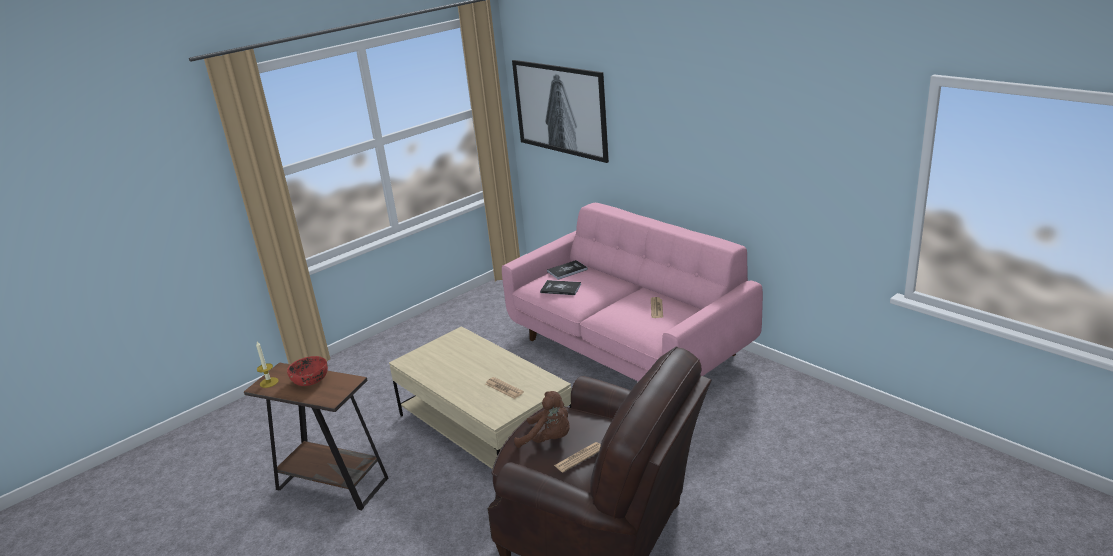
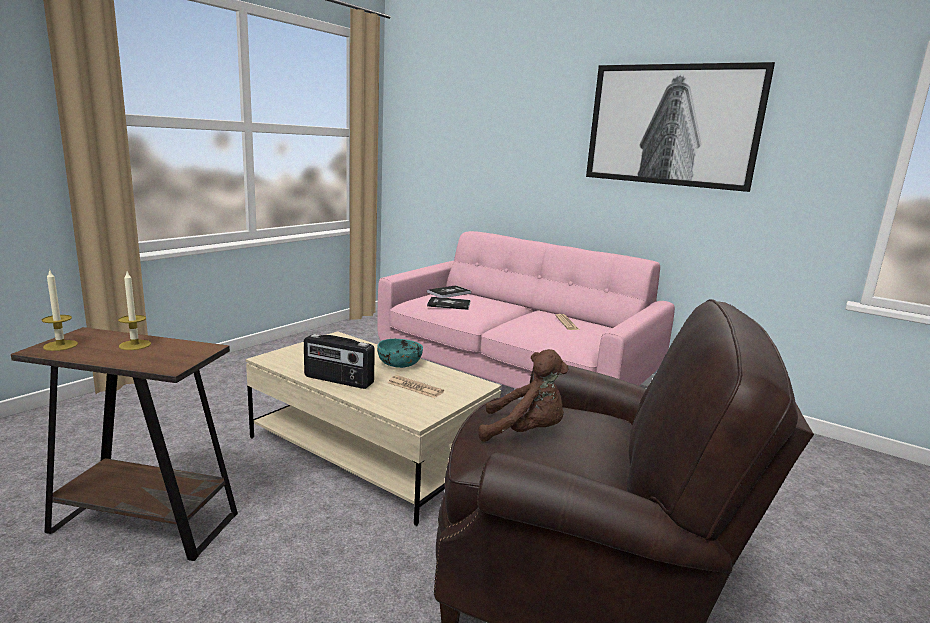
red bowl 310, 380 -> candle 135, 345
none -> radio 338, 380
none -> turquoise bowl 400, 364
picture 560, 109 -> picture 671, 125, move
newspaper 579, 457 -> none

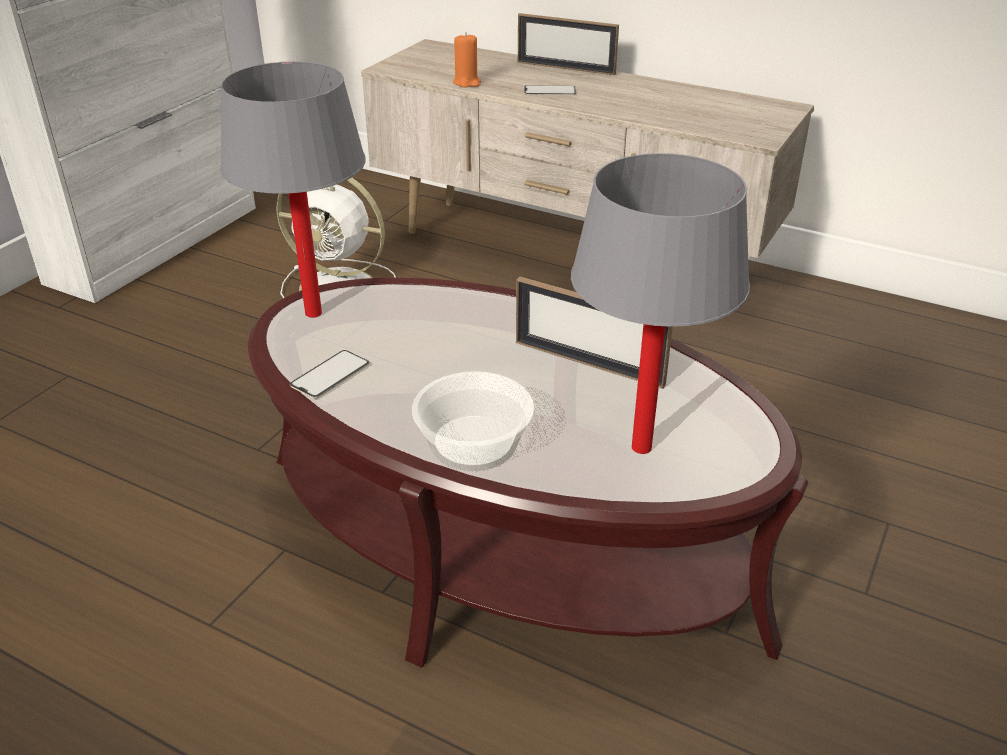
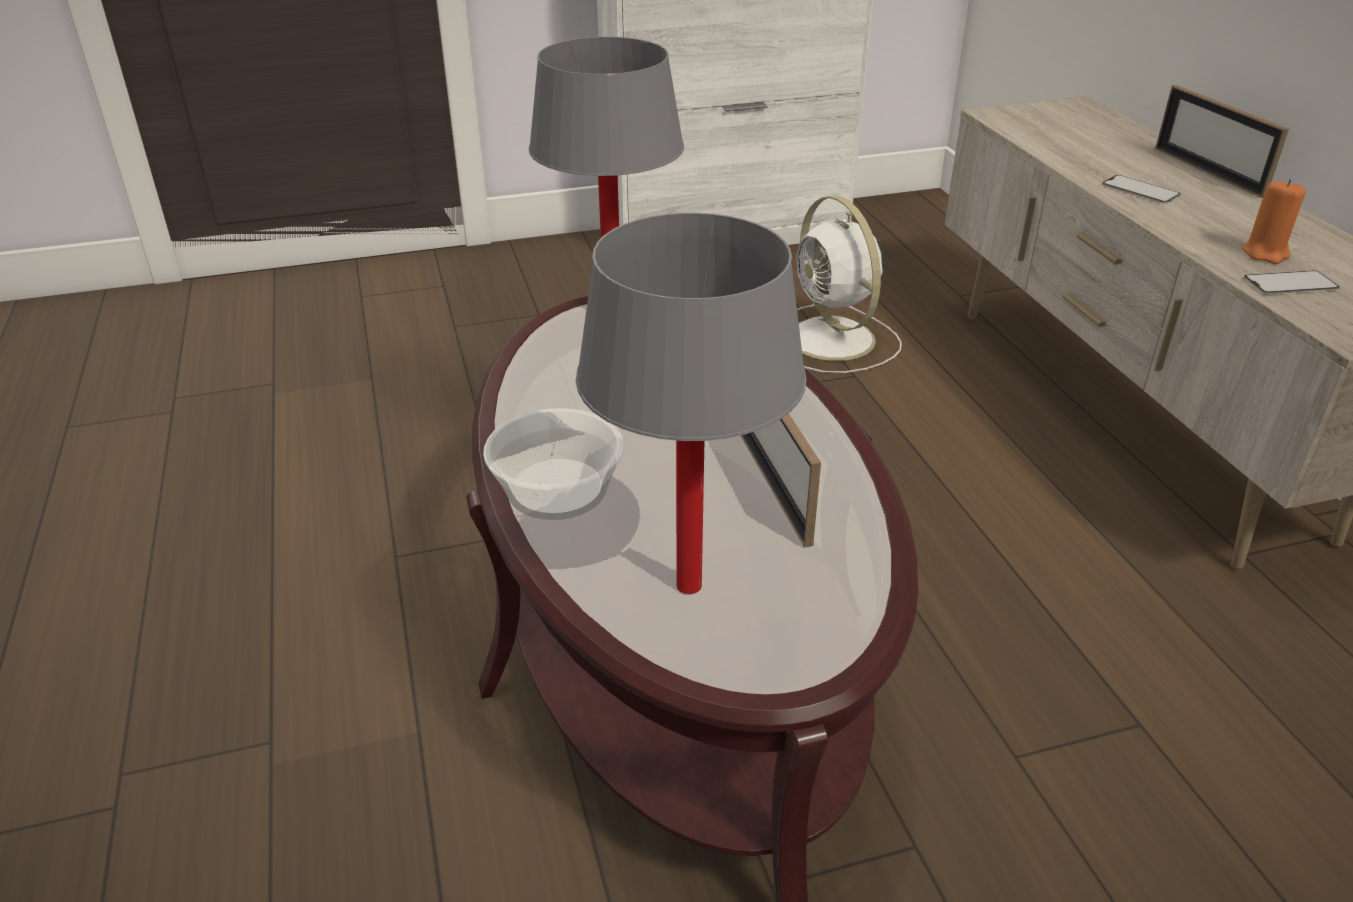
orange candle 467, 83 -> orange candle 1265, 253, move
phone 330, 374 -> phone 1290, 283, move

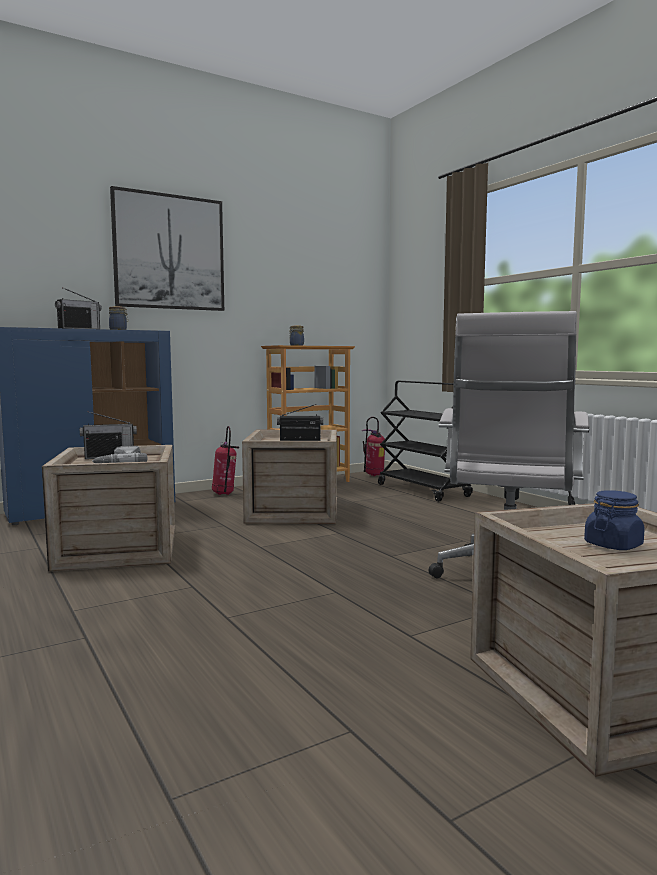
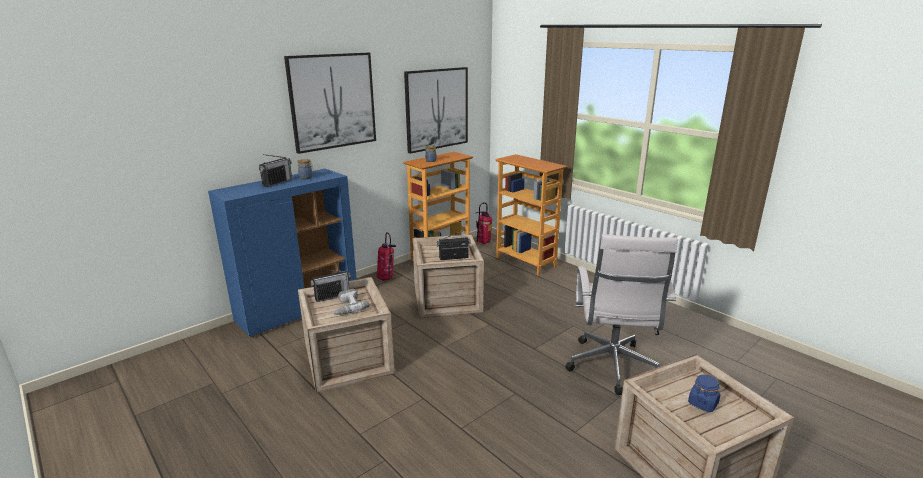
none -> picture 436, 109
black cart 423, 490 -> bookcase 526, 262

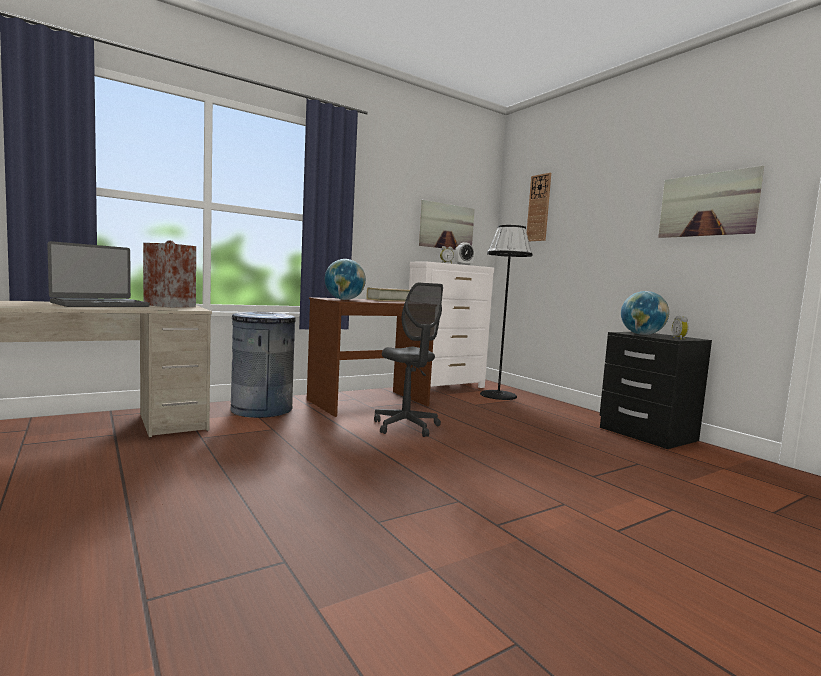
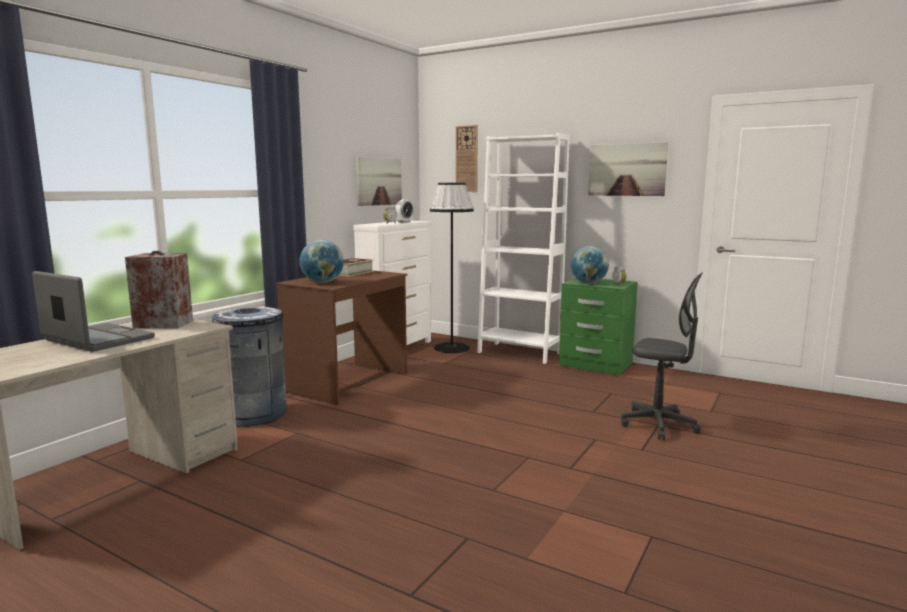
laptop 100, 305 -> laptop 97, 339, 75 degrees counterclockwise
none -> white bookcase 519, 353
black nightstand 646, 434 -> green nightstand 595, 365
grey office chair 406, 426 -> grey office chair 658, 425, move

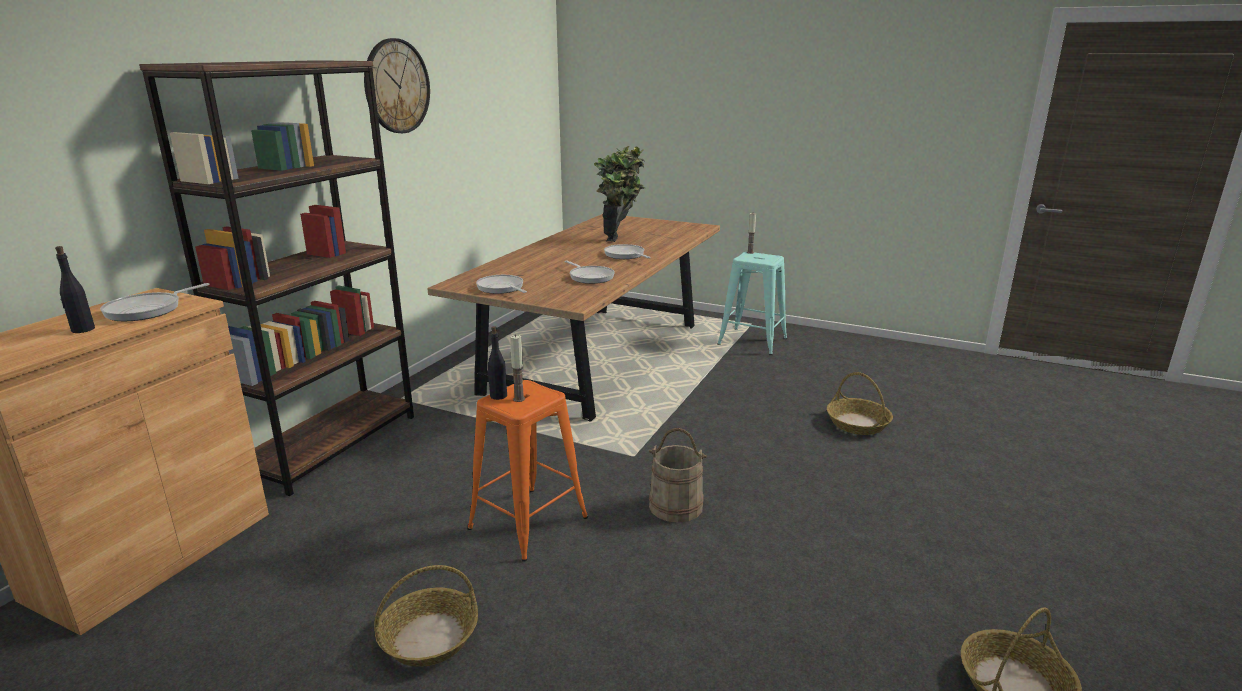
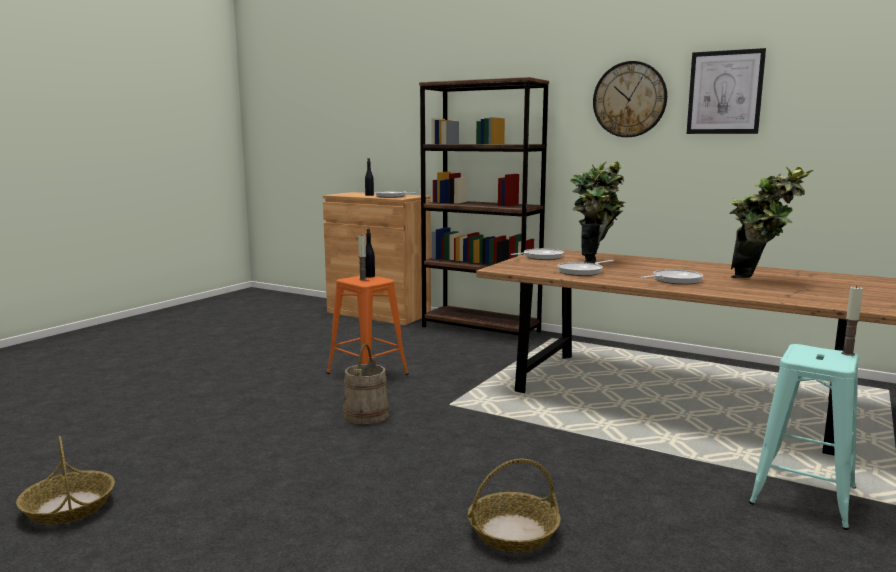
none -> potted plant 596, 260
none -> picture 725, 92
basket 429, 637 -> none

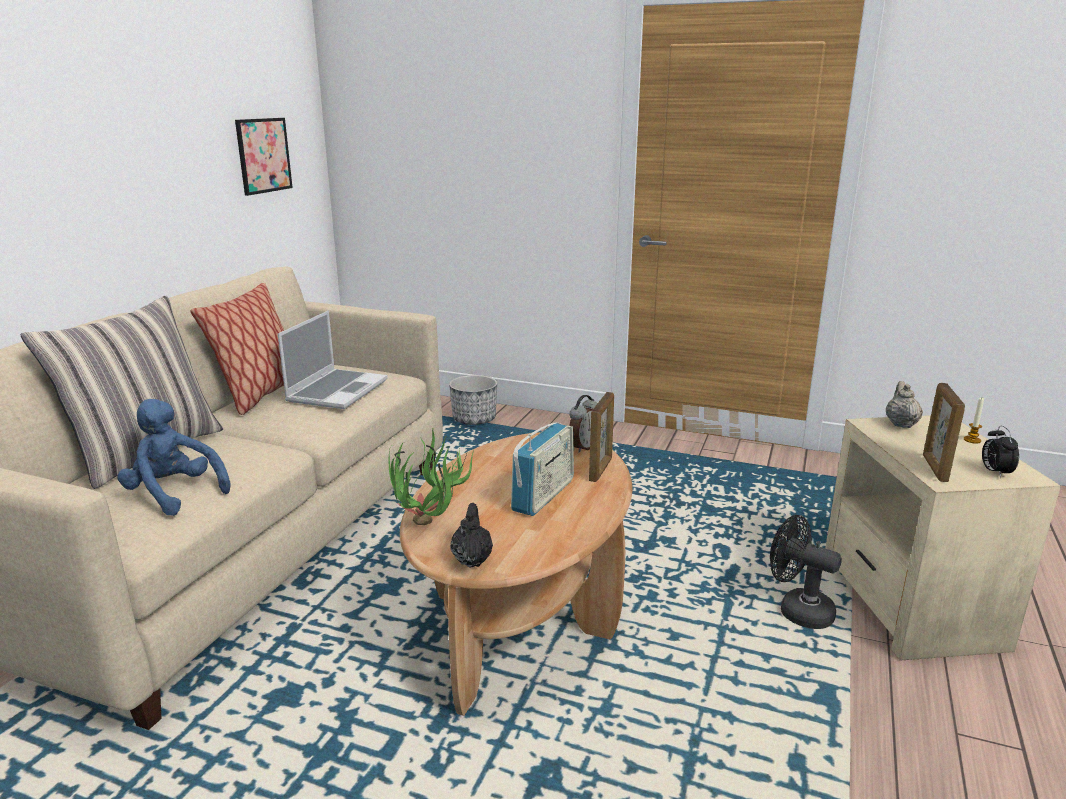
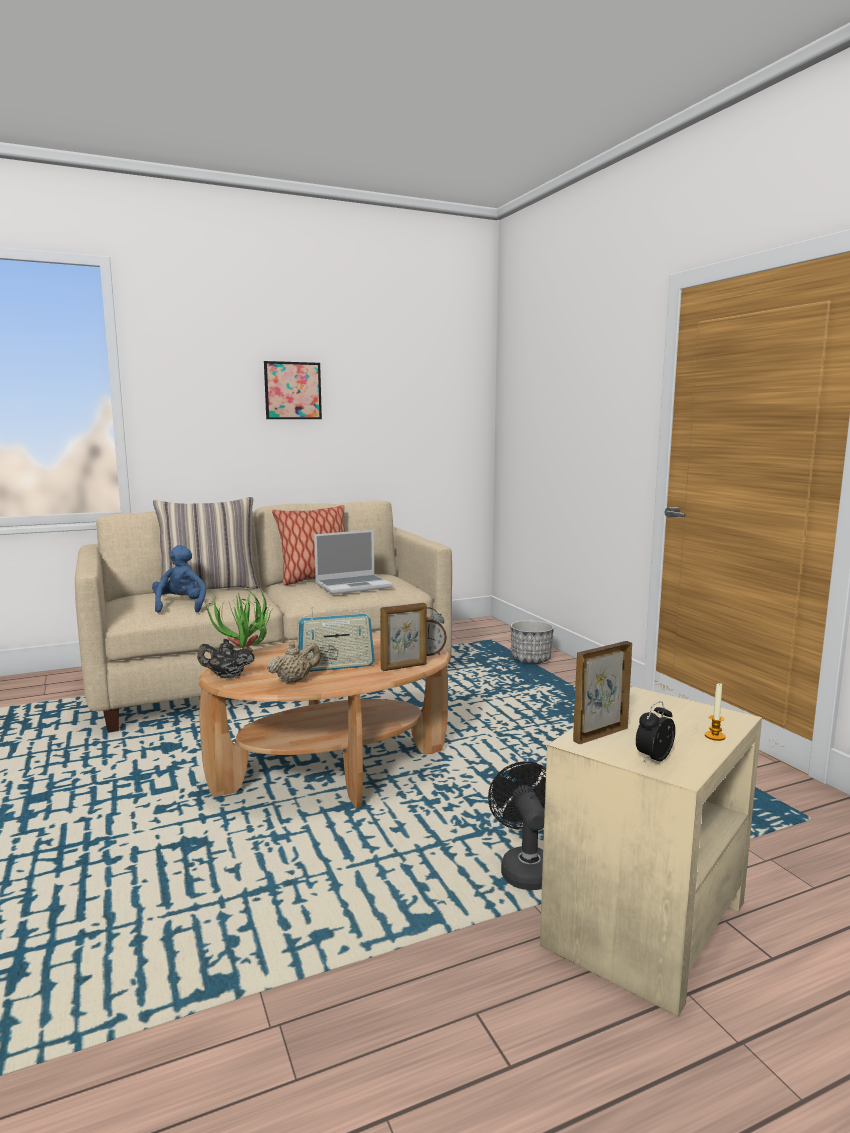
black teapot 472, 559 -> black teapot 227, 676, 135 degrees counterclockwise
picture 263, 155 -> picture 293, 390, move
beige teapot 900, 424 -> beige teapot 294, 680, move

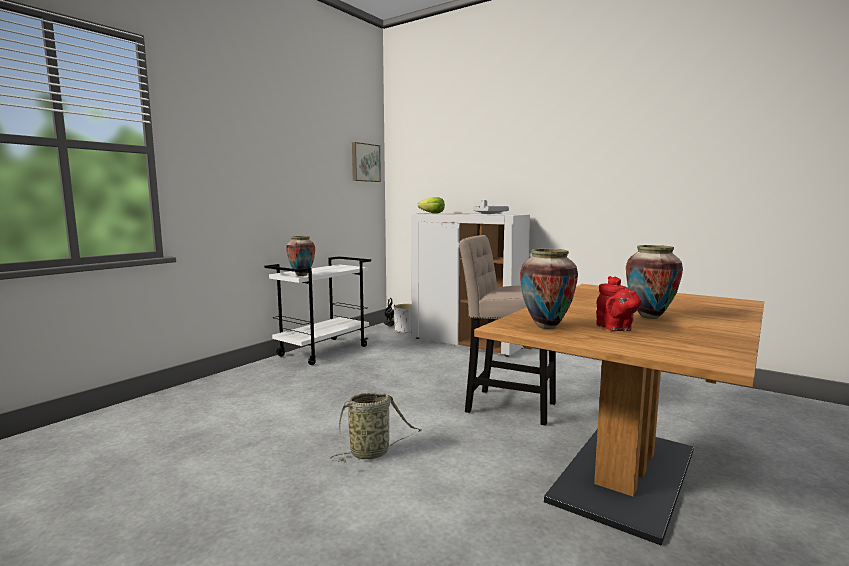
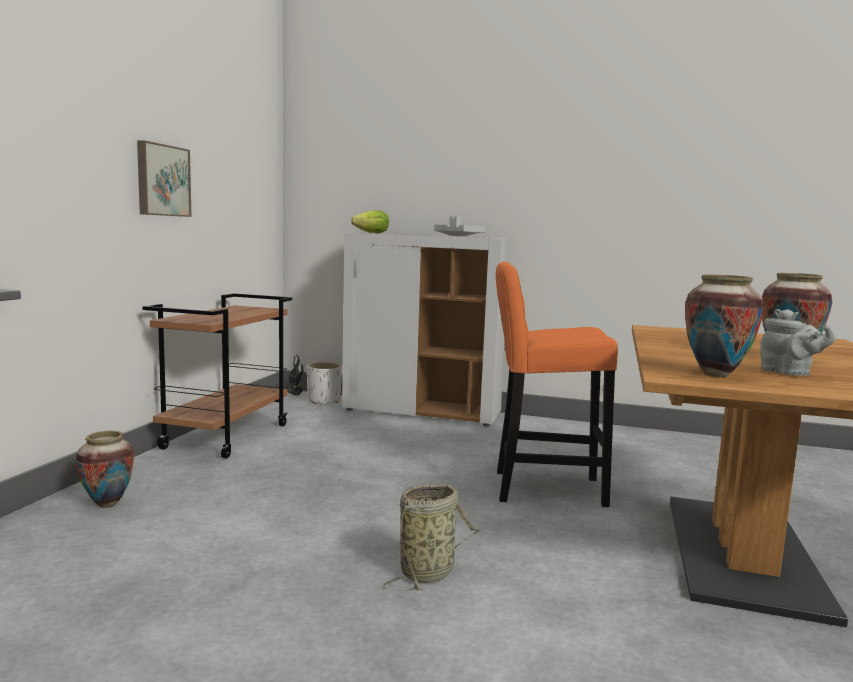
vase 301, 275 -> vase 107, 504, move
picture 365, 162 -> picture 162, 180, move
white cart 324, 350 -> brown cart 226, 436
beige stool 505, 406 -> orange stool 541, 488
red teapot 616, 328 -> grey teapot 788, 373

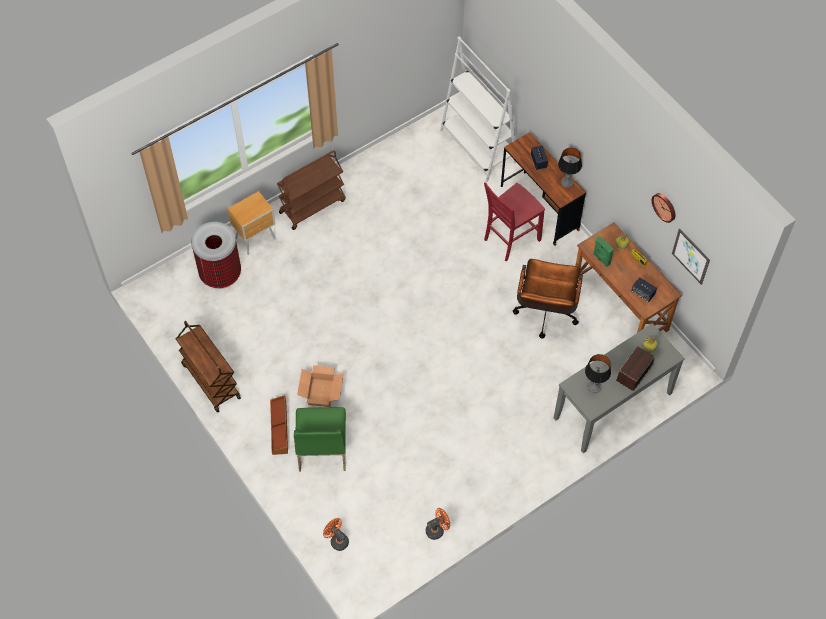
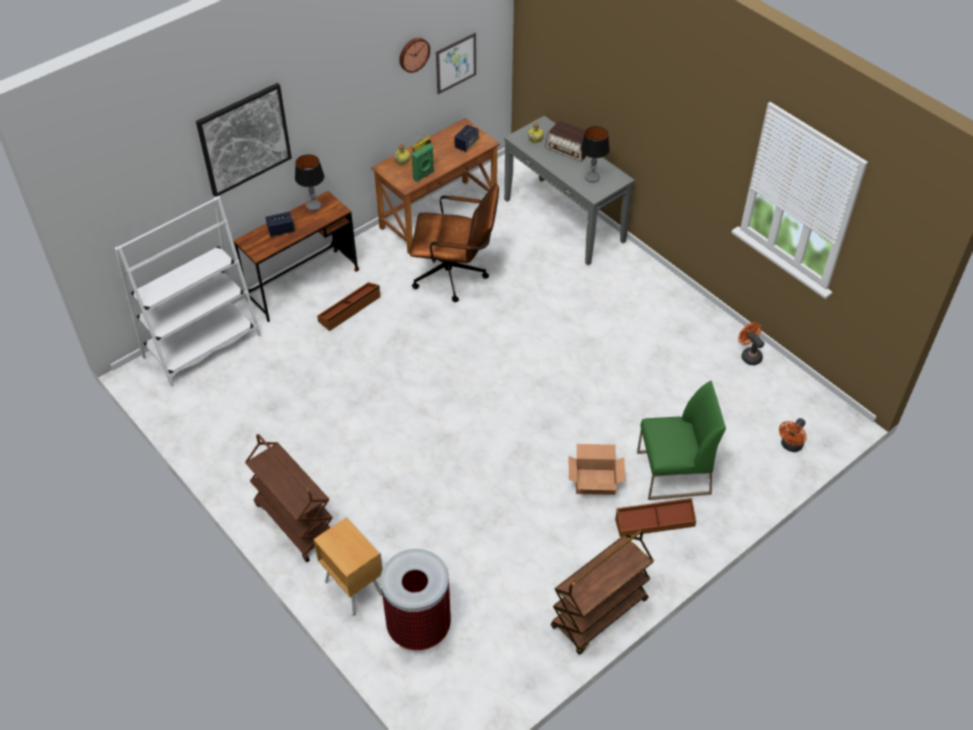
none -> picture 244, 139
red chair 510, 239 -> brown storage box 350, 309

